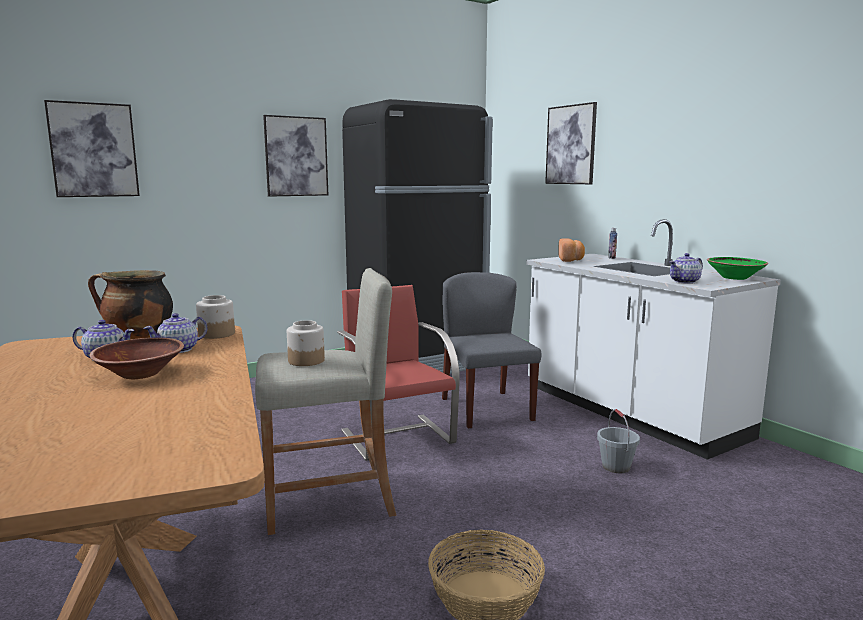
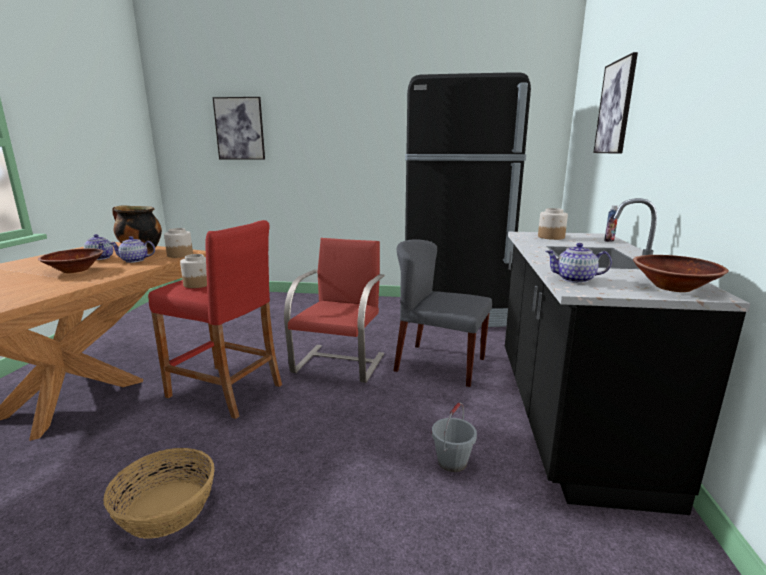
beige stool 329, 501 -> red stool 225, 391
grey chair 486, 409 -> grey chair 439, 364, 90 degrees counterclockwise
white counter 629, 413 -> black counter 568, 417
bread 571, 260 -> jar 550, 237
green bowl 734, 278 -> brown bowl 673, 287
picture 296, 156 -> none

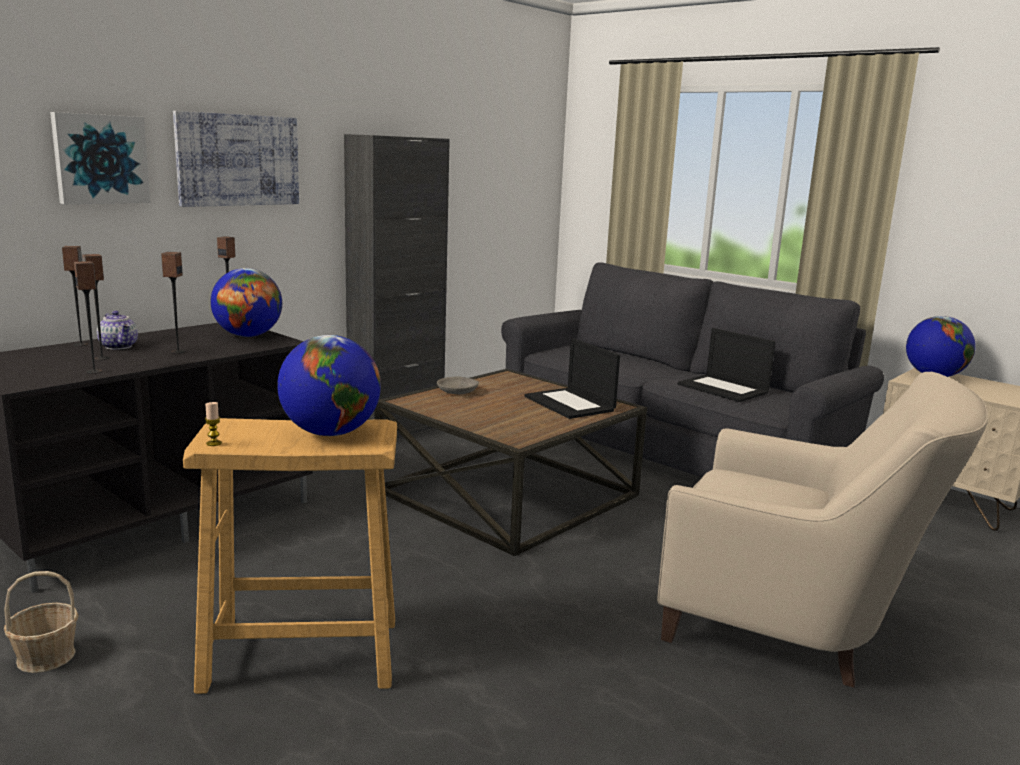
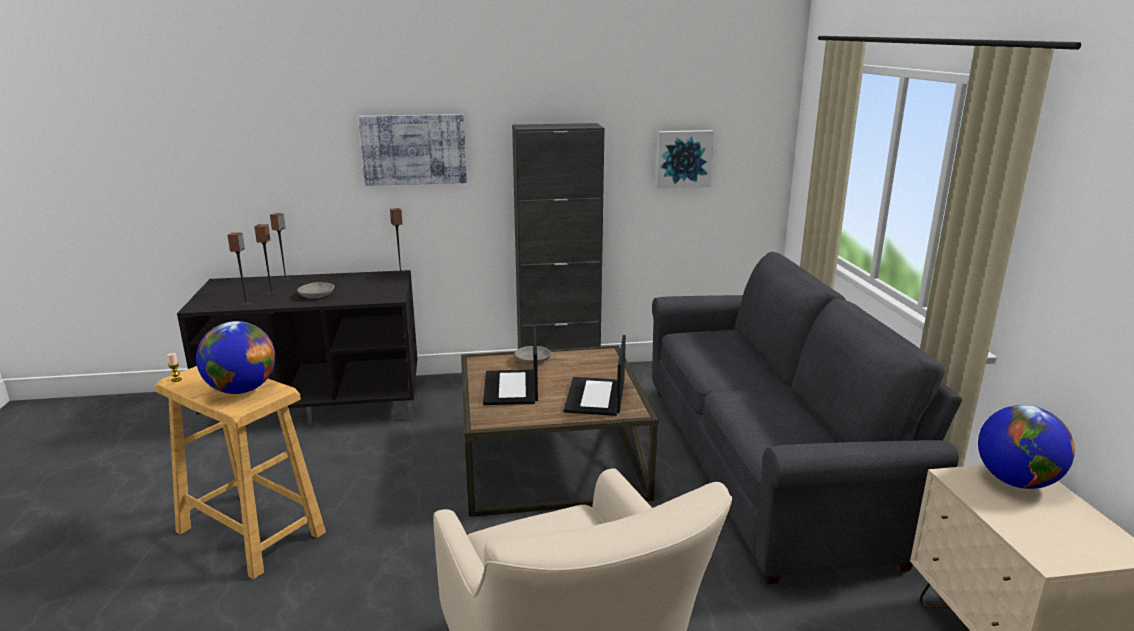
speaker 178, 352 -> grey bowl 317, 295
laptop 724, 389 -> laptop 512, 388, move
picture 100, 159 -> picture 683, 158, move
basket 45, 656 -> none
teapot 119, 346 -> none
globe 248, 336 -> none

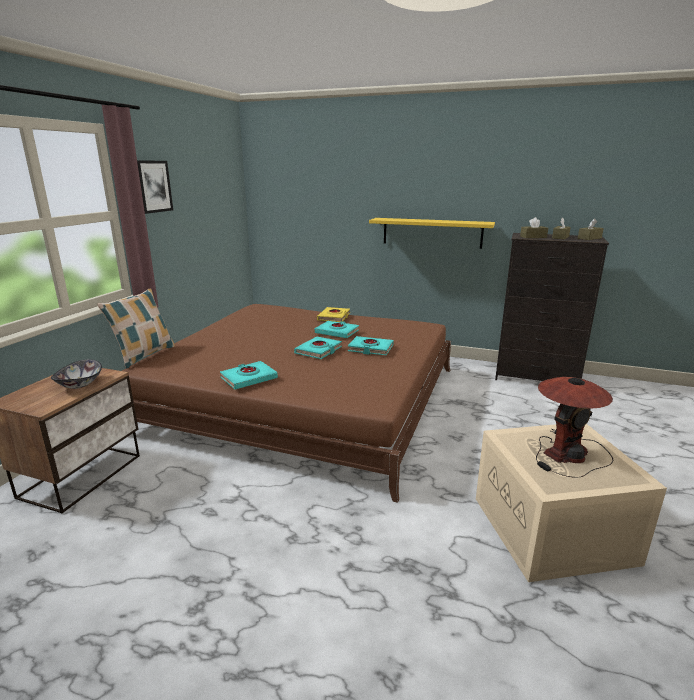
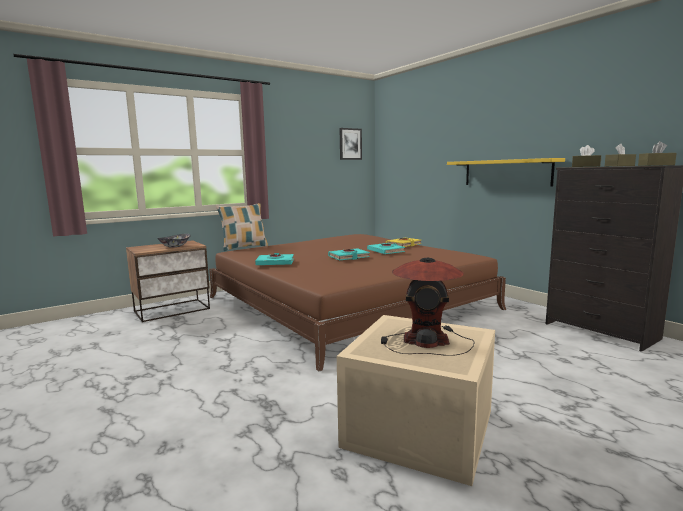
picture 153, 186 -> picture 350, 144, move
turquoise book 370, 349 -> none

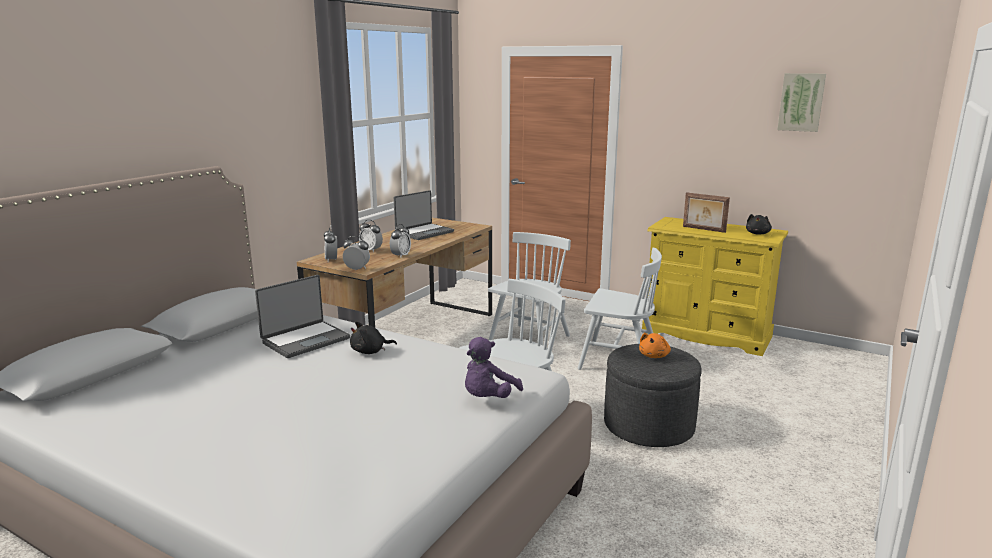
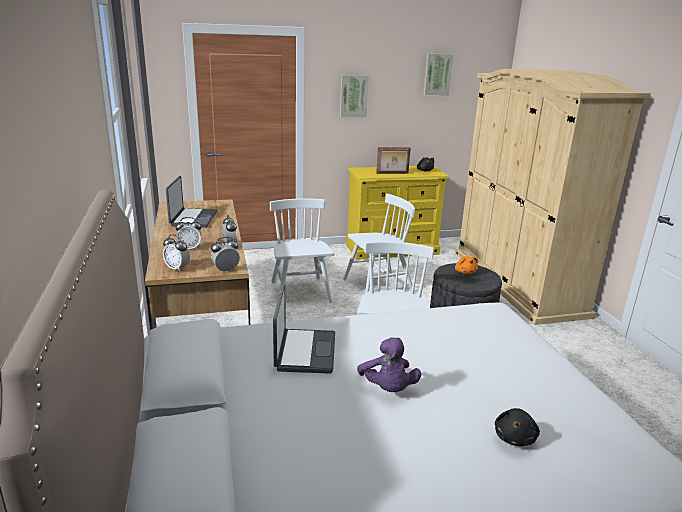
none -> picture 353, 95
purple plush toy 488, 398 -> purple plush toy 388, 389, move
none -> beige wardrobe 517, 282
black plush toy 370, 351 -> black plush toy 515, 437, move

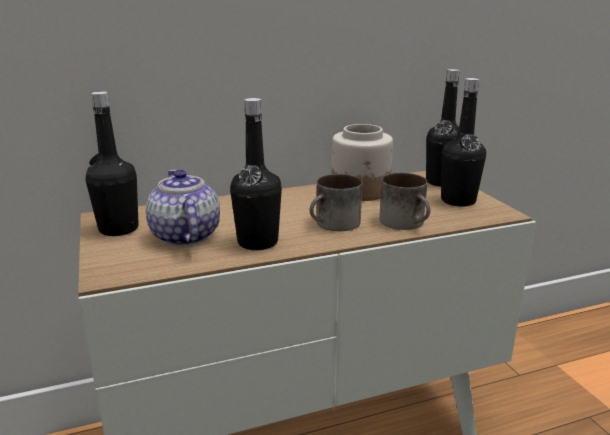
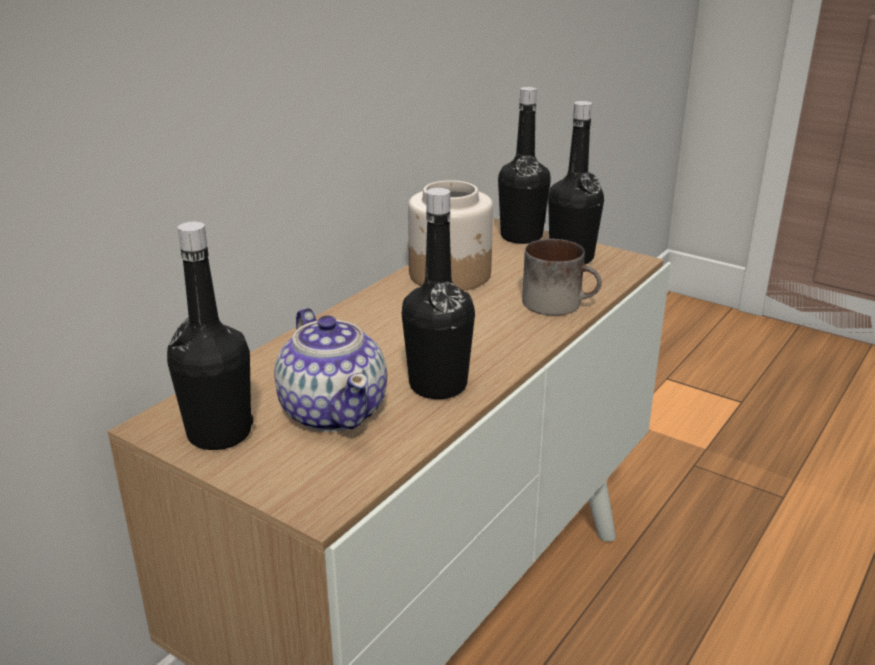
teapot 185, 236 -> teapot 334, 411, 150 degrees counterclockwise
mug 335, 224 -> none

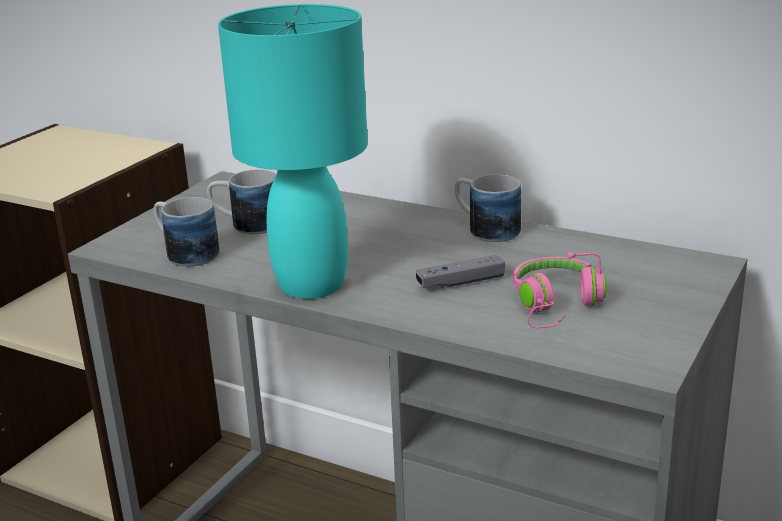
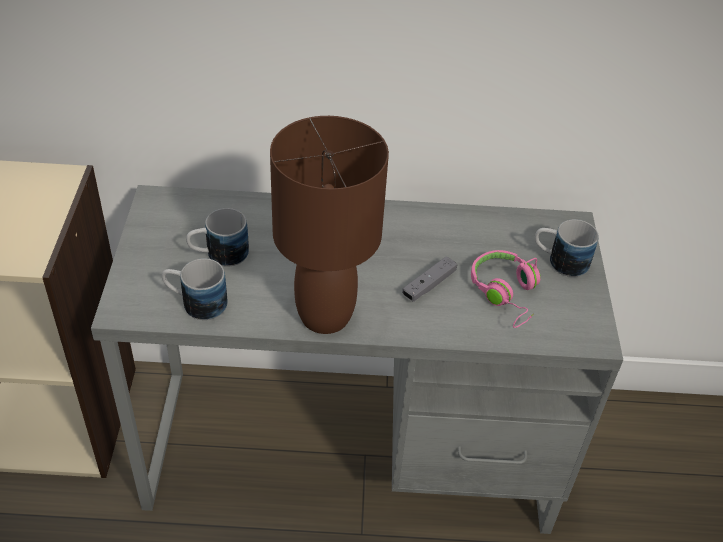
turquoise table lamp 310, 284 -> brown table lamp 324, 315
mug 485, 229 -> mug 559, 261, move

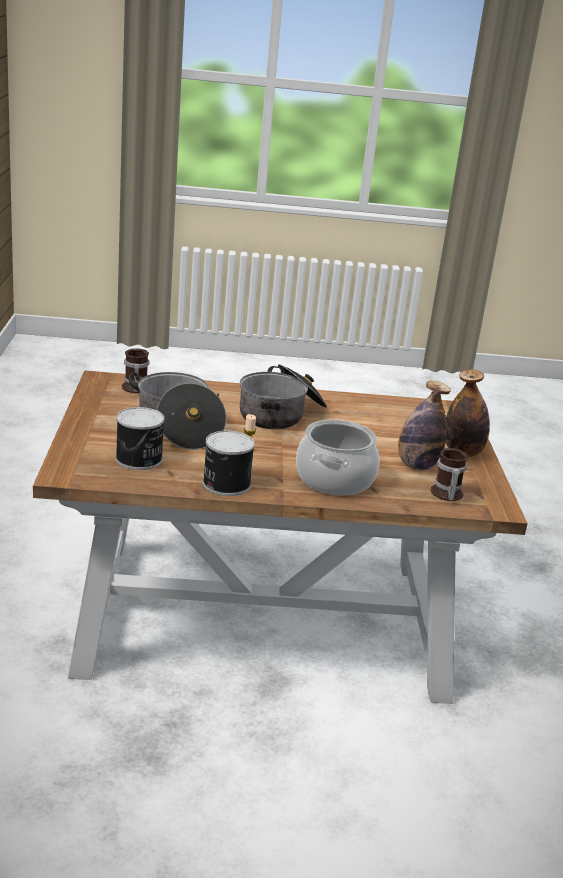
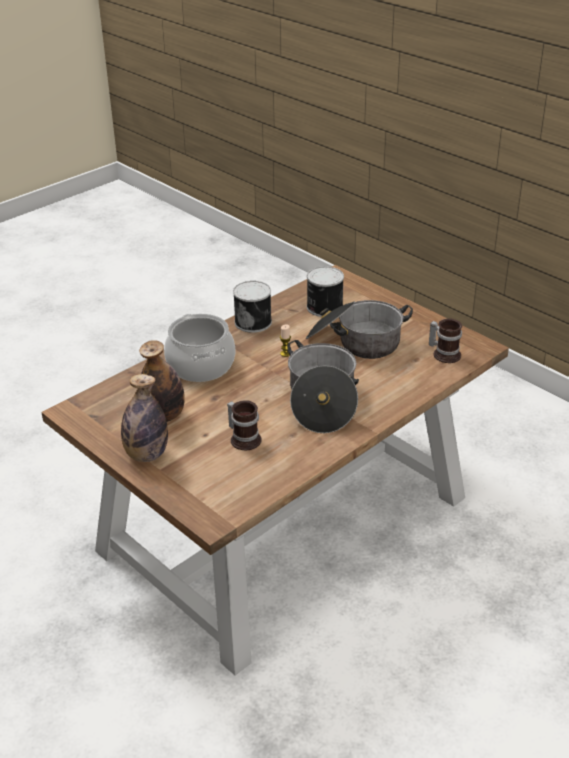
mug 445, 494 -> mug 244, 438, move

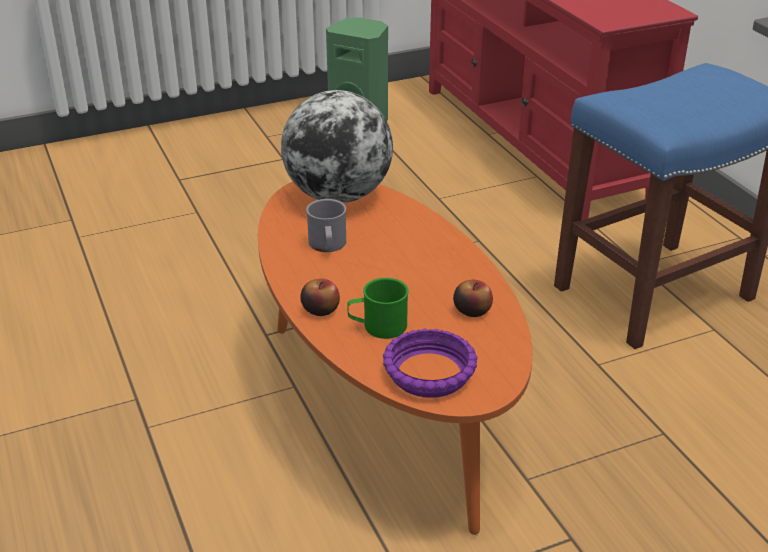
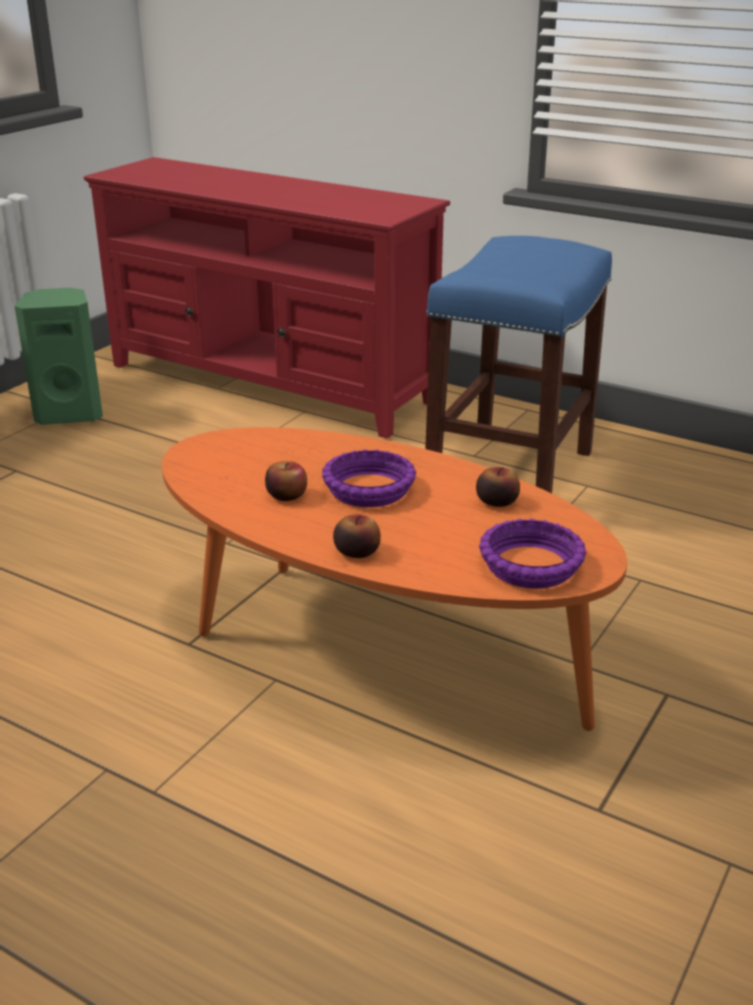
grey mug 328, 246 -> apple 286, 495
none -> purple bowl 368, 488
globe 338, 196 -> none
green mug 378, 326 -> none

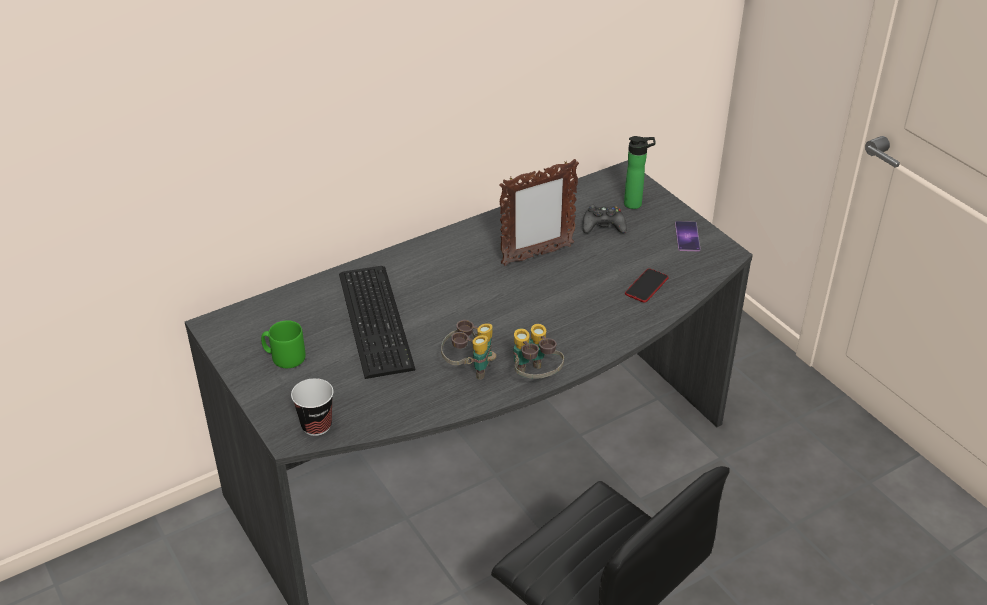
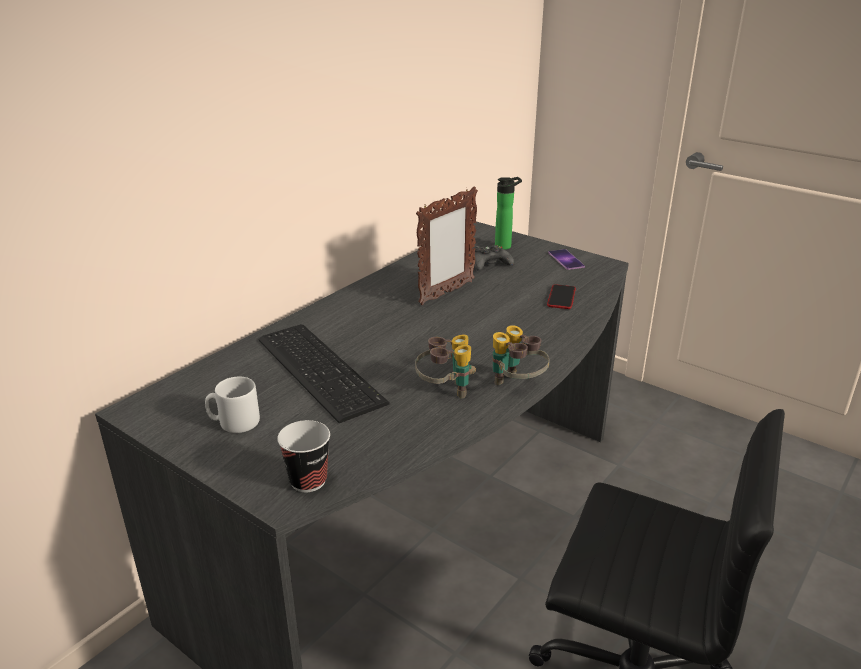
green mug 284, 357 -> grey mug 234, 422

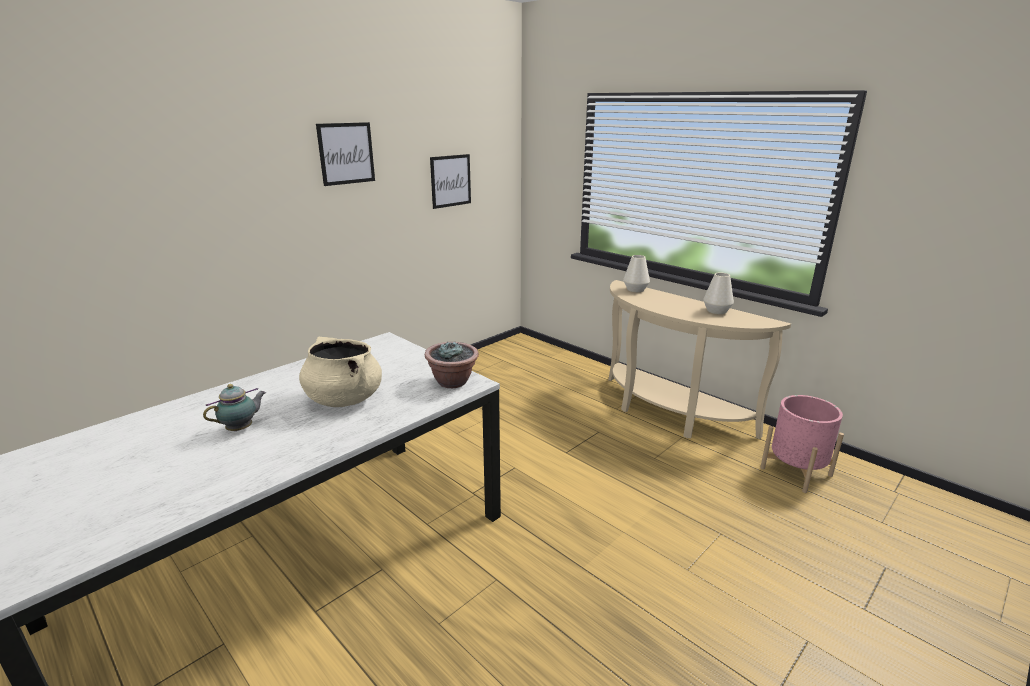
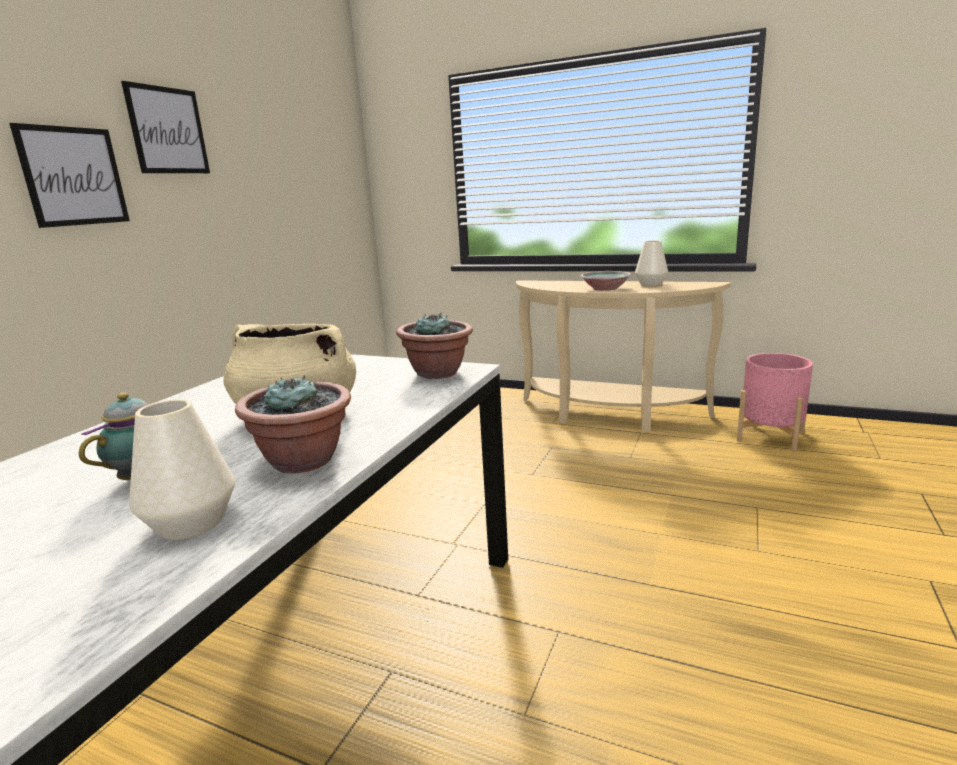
picture 450, 181 -> picture 73, 176, move
white vase 635, 289 -> white vase 191, 523, move
none -> potted plant 304, 460
none -> bowl 605, 288

